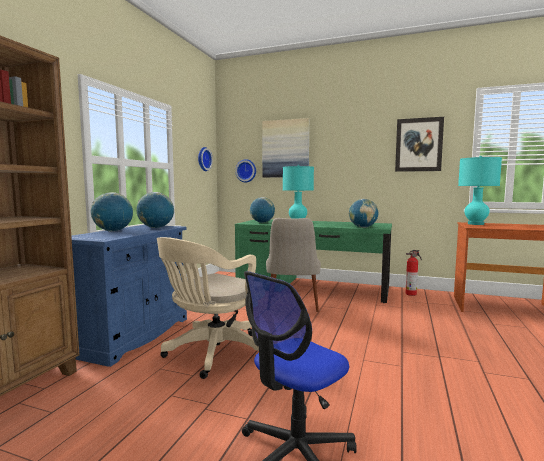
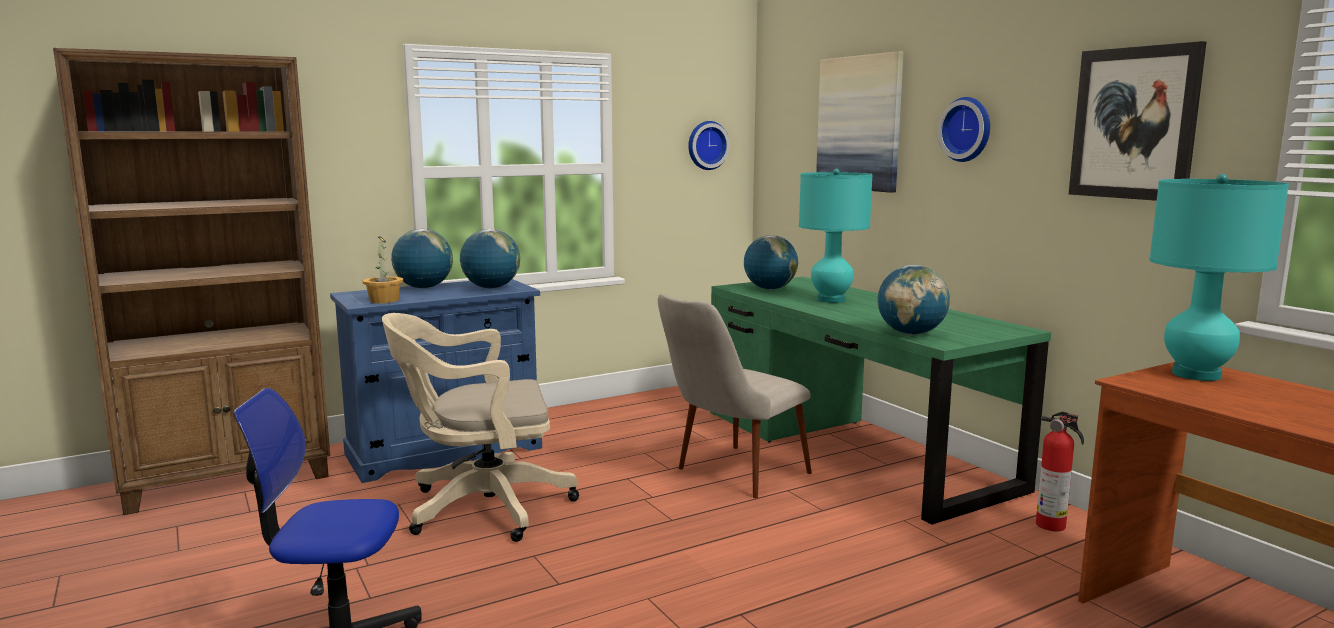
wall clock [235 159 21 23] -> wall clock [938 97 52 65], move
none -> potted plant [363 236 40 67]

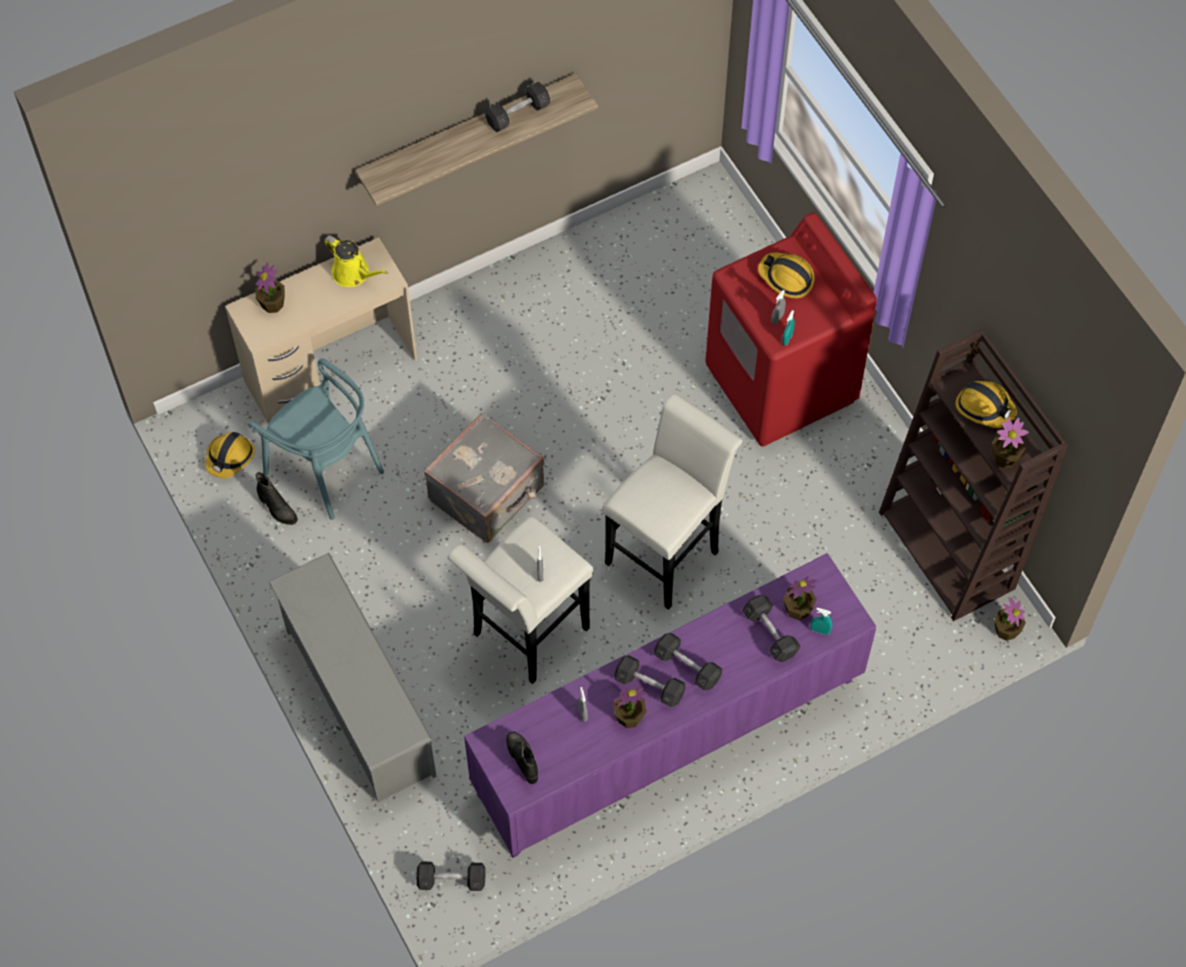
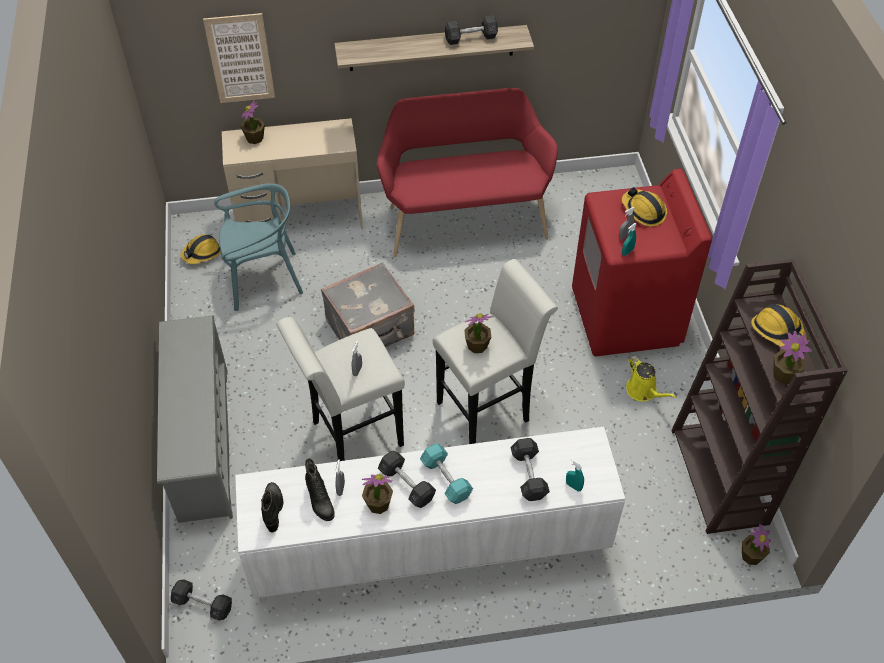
turquoise chair [248 358 136 162] -> turquoise chair [214 184 89 127], 75 degrees counterclockwise
black boot [255 472 43 53] -> black boot [305 458 30 63], move
yellow watering can [324 236 64 51] -> yellow watering can [626 356 50 45], move
purple cabinet [464 553 412 305] -> white cabinet [235 427 391 176]
grey dumbbell [654 633 68 57] -> turquoise dumbbell [420 443 53 61]
potted plant [783 576 35 44] -> potted plant [464 313 29 40], move
none -> picture [203 13 72 90]
none -> red bench [377 88 181 169]

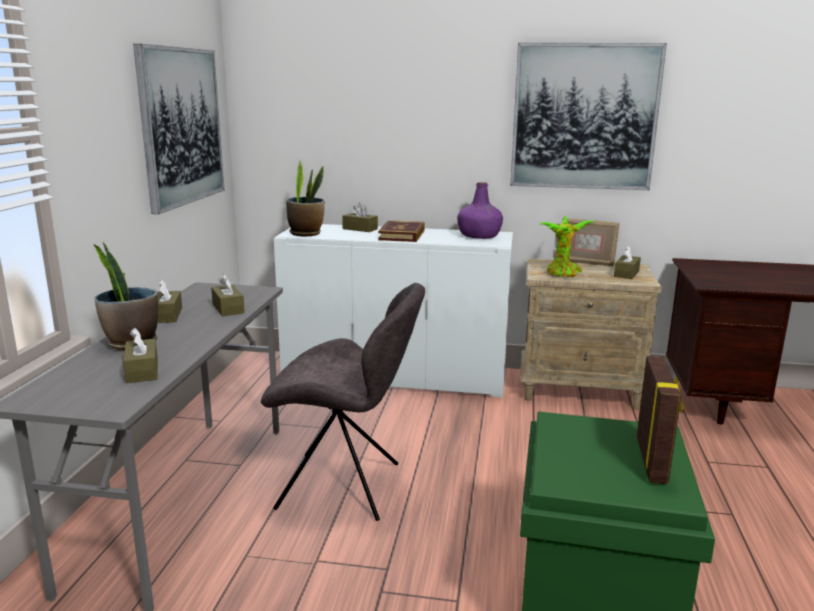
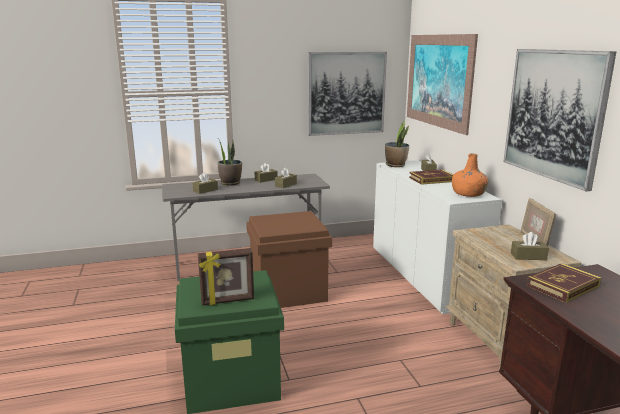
grey chair [261 283 164 238] -> brown storage box [246 211 86 97]
purple bottle [457 182 46 57] -> orange bottle [452 153 36 44]
potted plant [540 216 54 62] -> none
none -> picture [407 34 71 101]
none -> book [527 263 74 40]

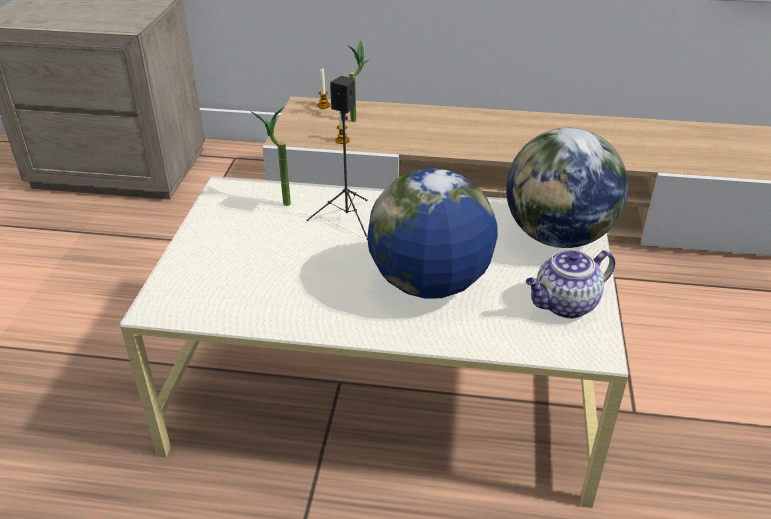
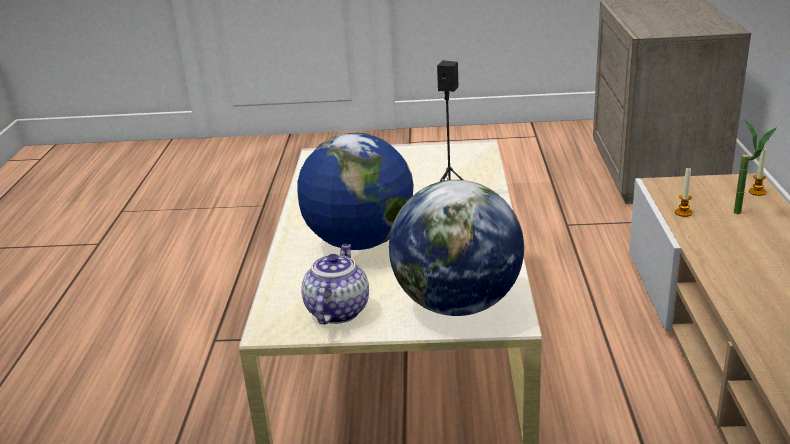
potted plant [252 107 39 99] -> none
teapot [526 249 89 70] -> teapot [301 244 68 81], 45 degrees clockwise

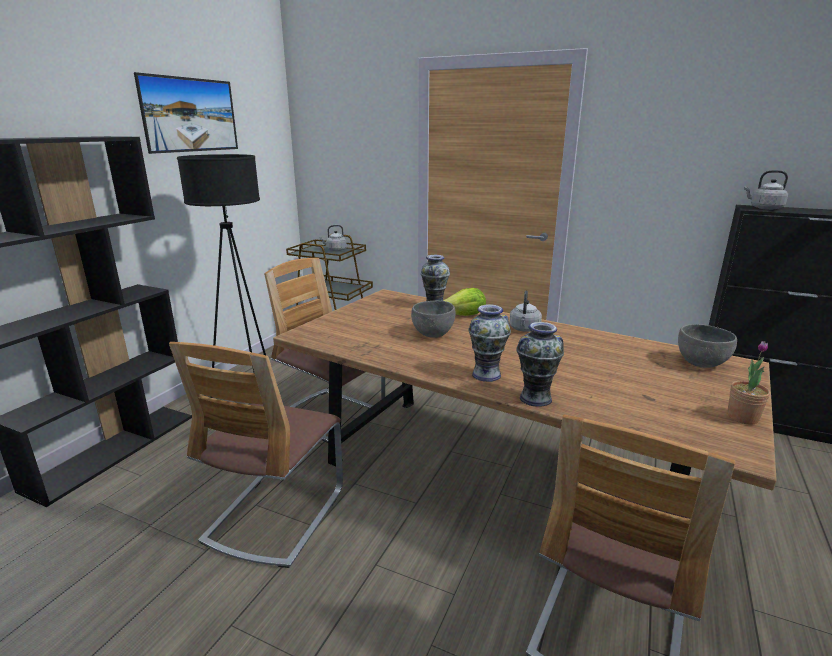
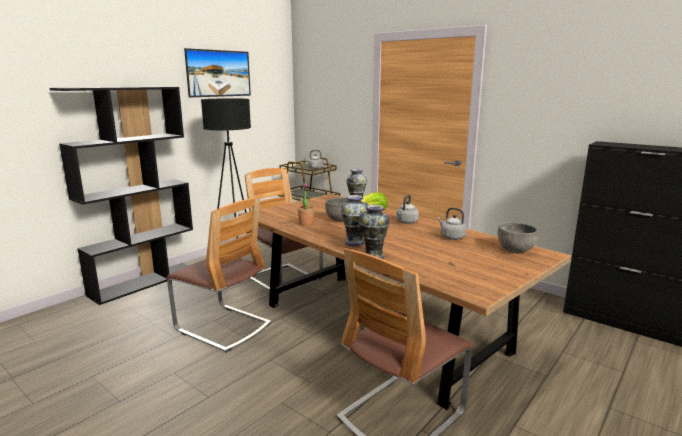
chair [169 342 174 226] -> chair [166 197 105 155], 90 degrees counterclockwise
potted plant [727 341 43 84] -> potted plant [298 183 16 43], move
grey kettle [744 170 44 40] -> grey kettle [438 207 29 33], move

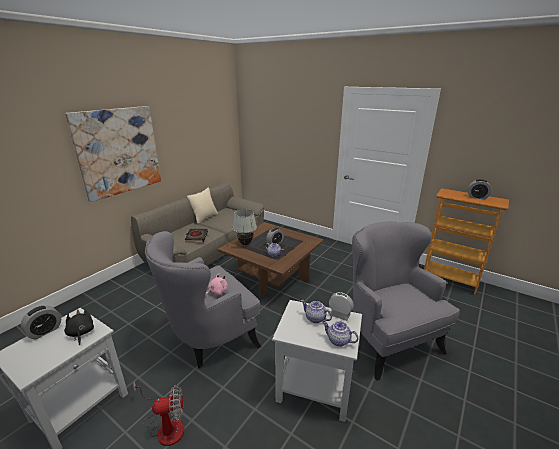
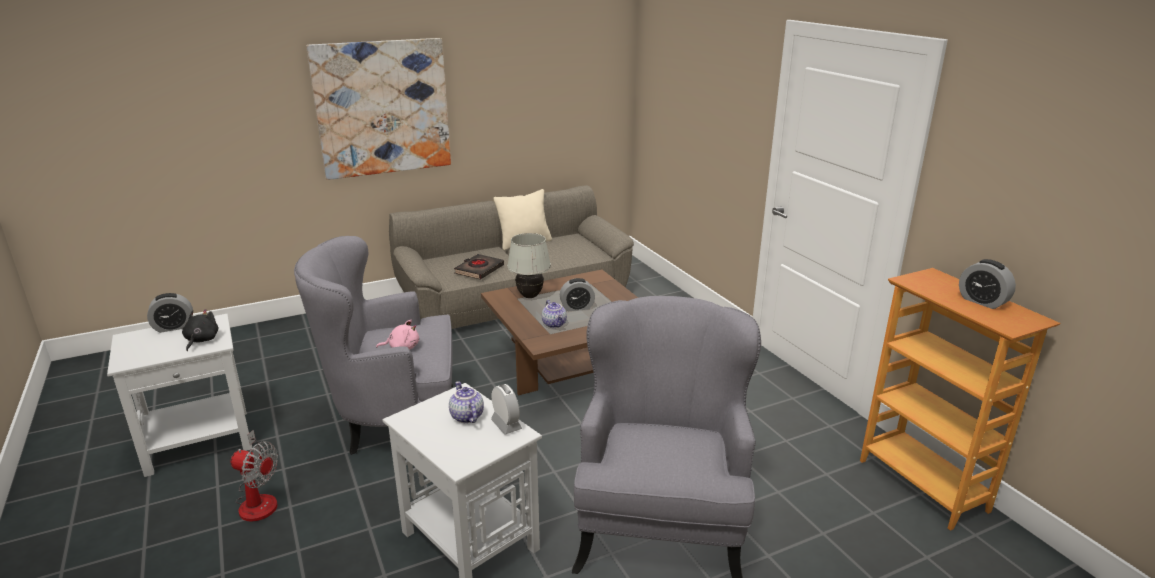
teapot [322 321 37 26] -> none

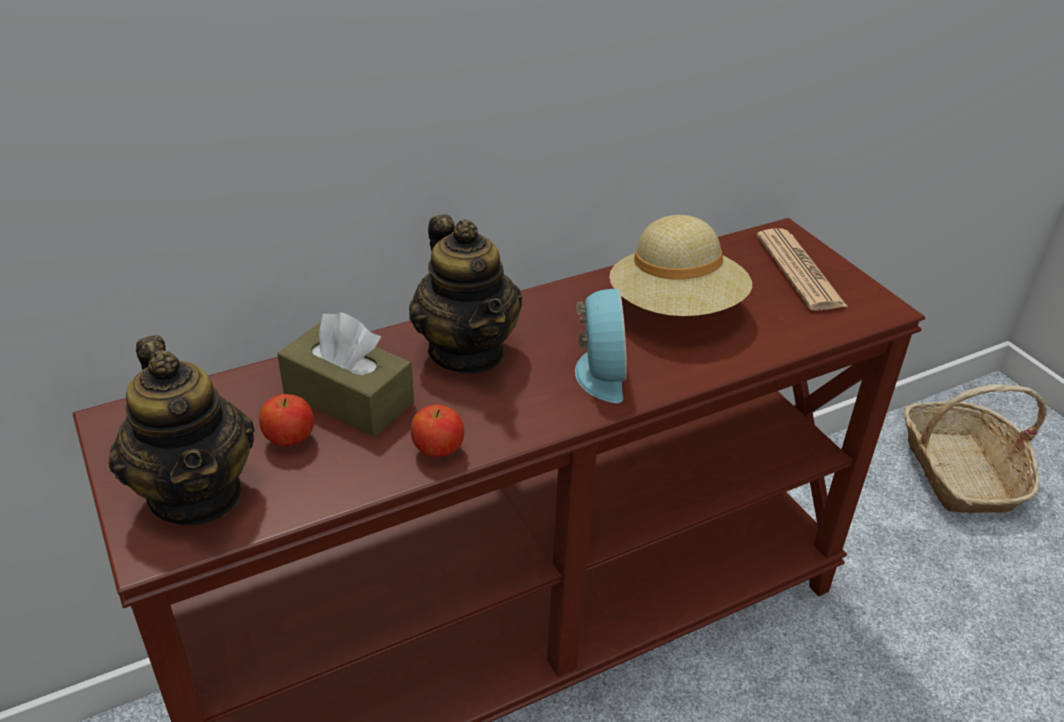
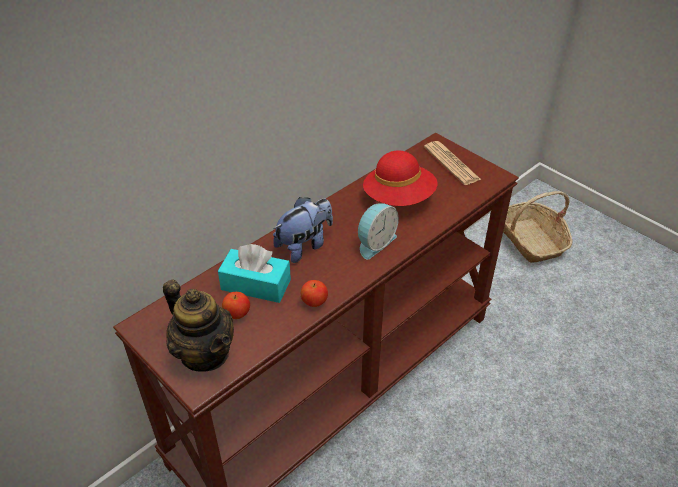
brown tissue box [277 312 137 125] -> turquoise tissue box [218 244 73 59]
teapot [409 215 113 159] -> plush toy [273 197 60 66]
alarm clock [575 288 52 115] -> alarm clock [358 203 41 56], 60 degrees clockwise
beige hat [609 215 143 101] -> red hat [363 151 74 55]

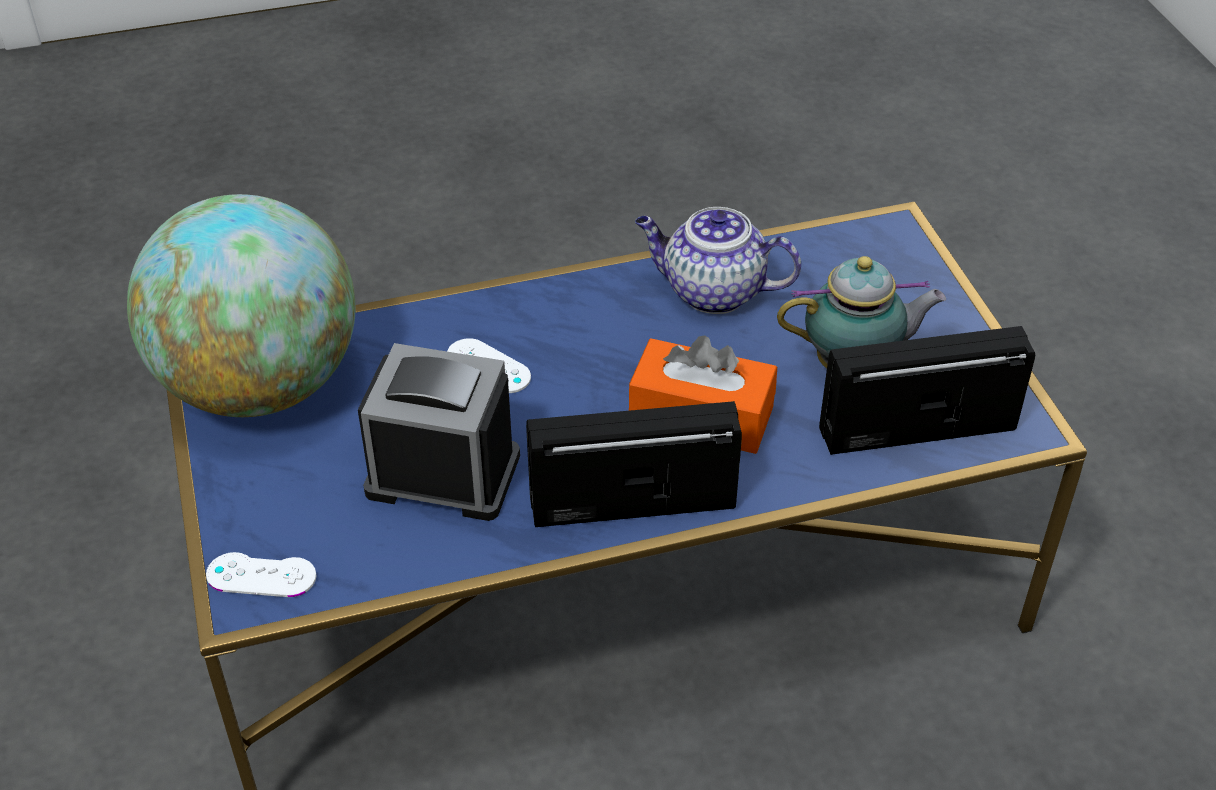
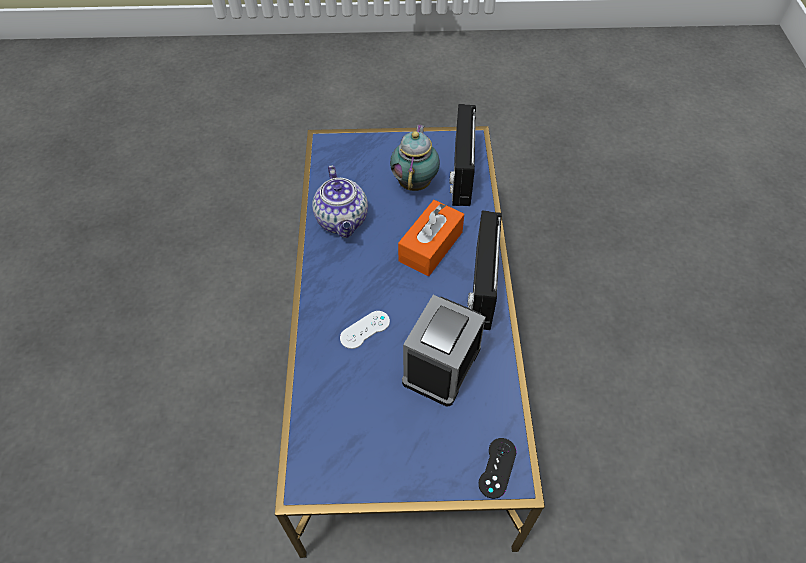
globe [127 194 229 223] -> none
white game controller [206 552 110 45] -> black game controller [479 438 38 61]
teapot [635 207 166 107] -> teapot [312 165 56 73], 45 degrees counterclockwise

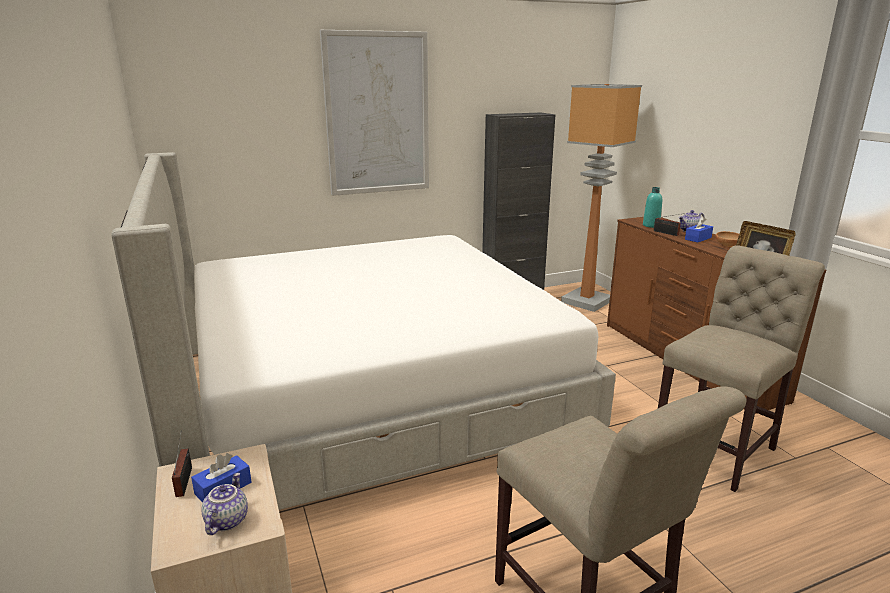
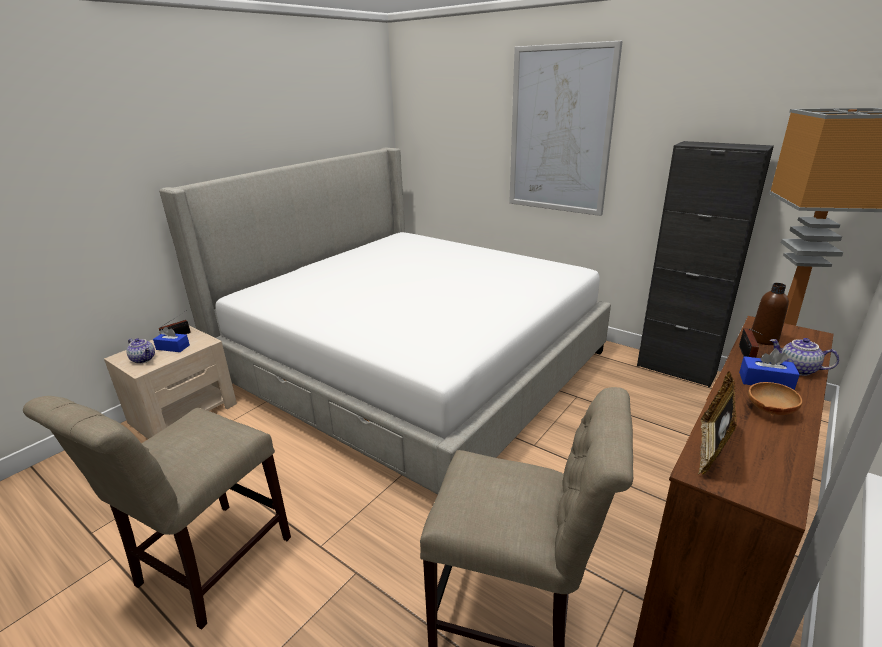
teapot [201 473 47 62] -> teapot [127 338 28 26], 60 degrees clockwise
turquoise bottle [643 187 19 41] -> brown bottle [752 283 37 62]

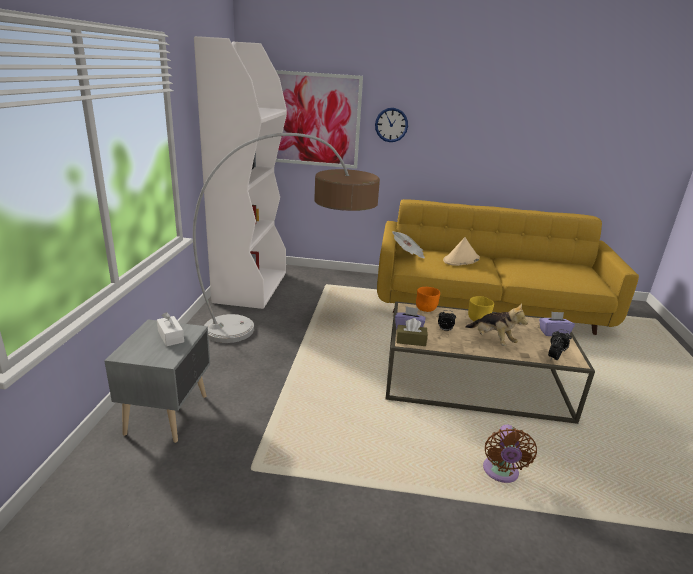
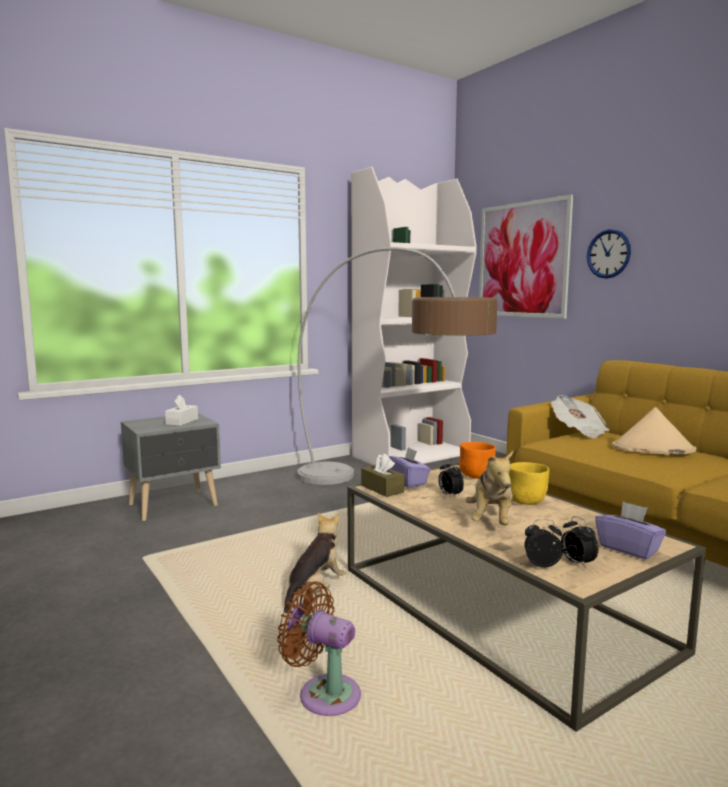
brown fan [483 425 54 58] -> brown fan [277 582 84 134], 60 degrees clockwise
none -> plush toy [284 513 62 101]

